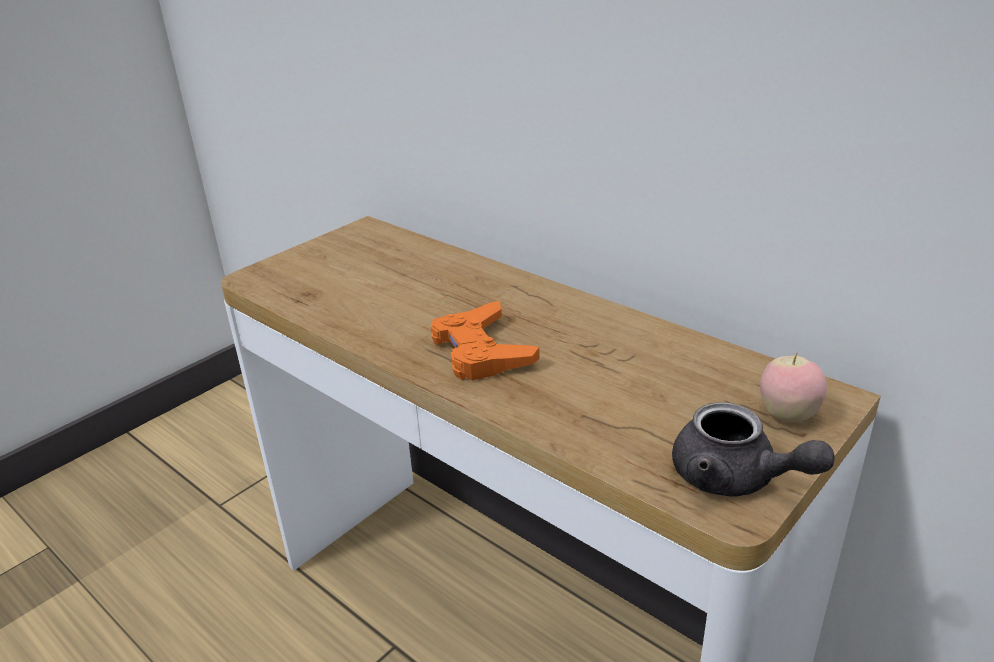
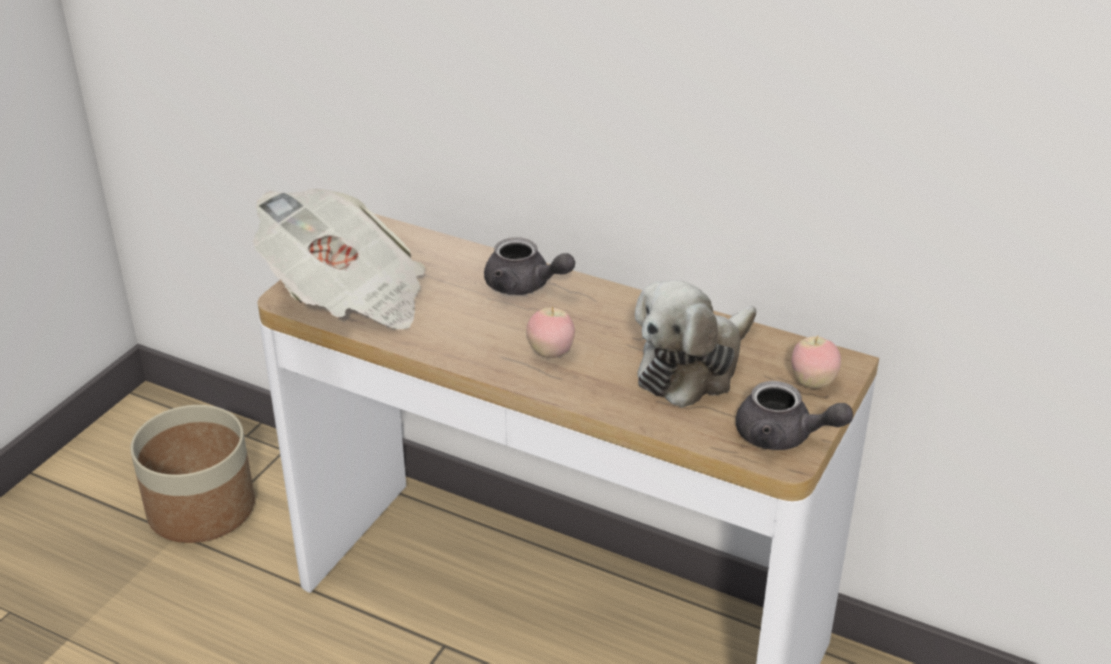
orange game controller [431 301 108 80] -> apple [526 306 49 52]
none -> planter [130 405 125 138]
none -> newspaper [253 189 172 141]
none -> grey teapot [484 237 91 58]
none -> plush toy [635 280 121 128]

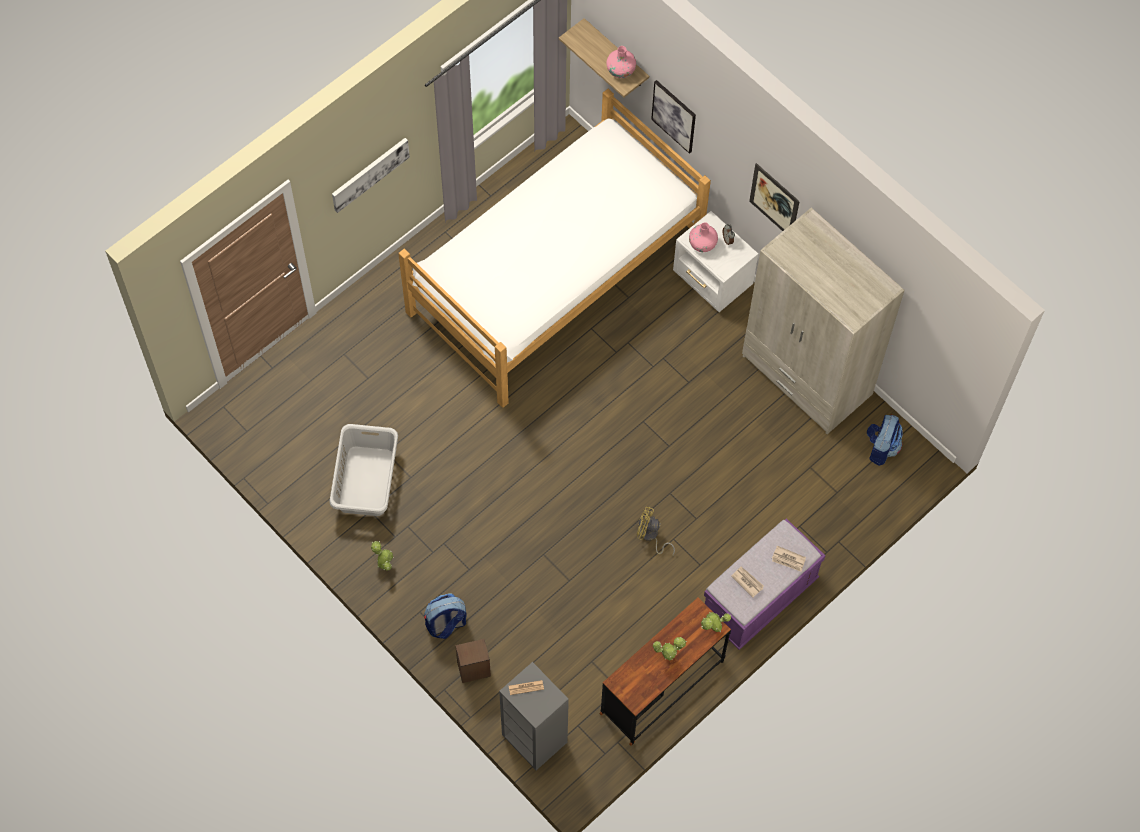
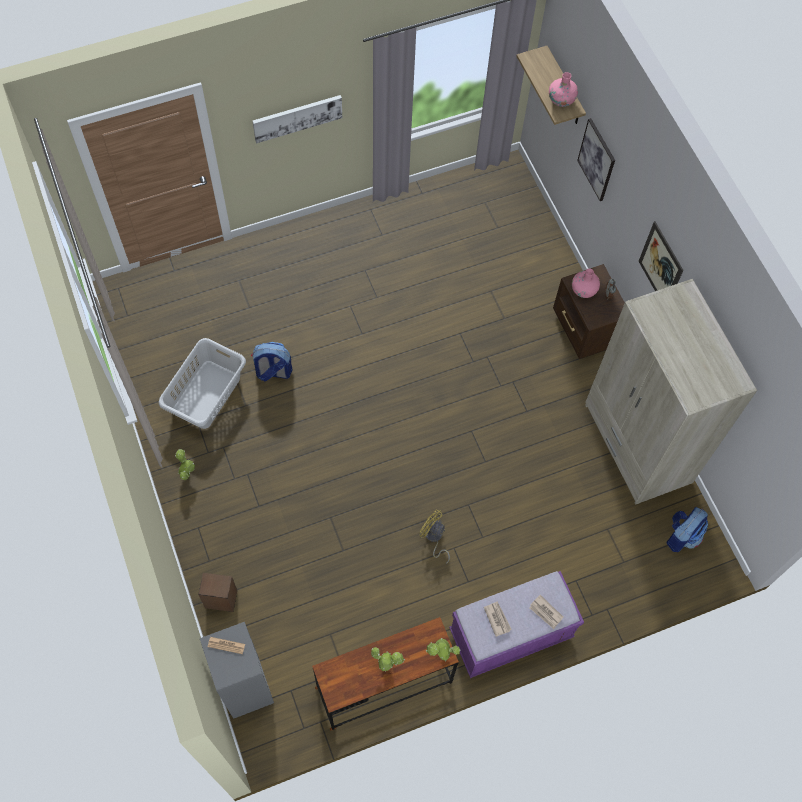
bed [398 89 313 319] -> none
backpack [424 594 43 45] -> backpack [251 342 42 40], move
white nightstand [673 211 85 101] -> brown nightstand [553 264 72 95]

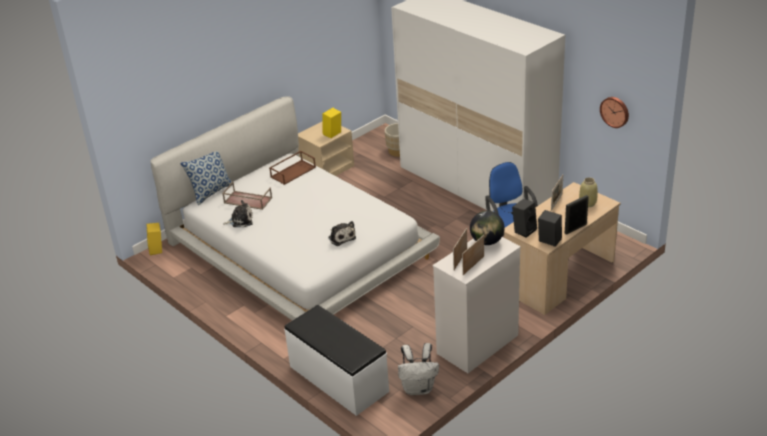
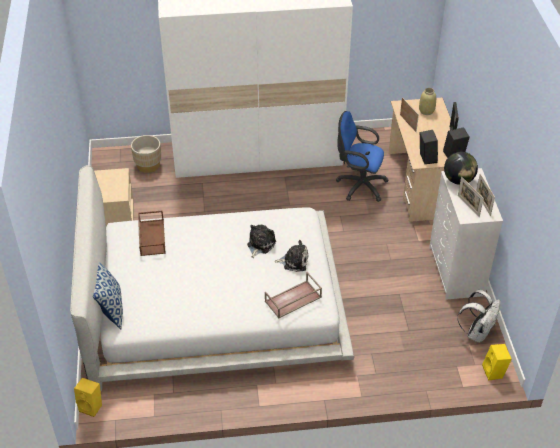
brown tray [222 182 50 28] -> brown tray [265 272 57 47], move
plush toy [223 200 30 27] -> plush toy [247 225 29 33], move
white bench [284 305 105 111] -> none
yellow speaker [322 108 19 30] -> yellow speaker [482 344 30 37], move
wall clock [600 97 29 31] -> none

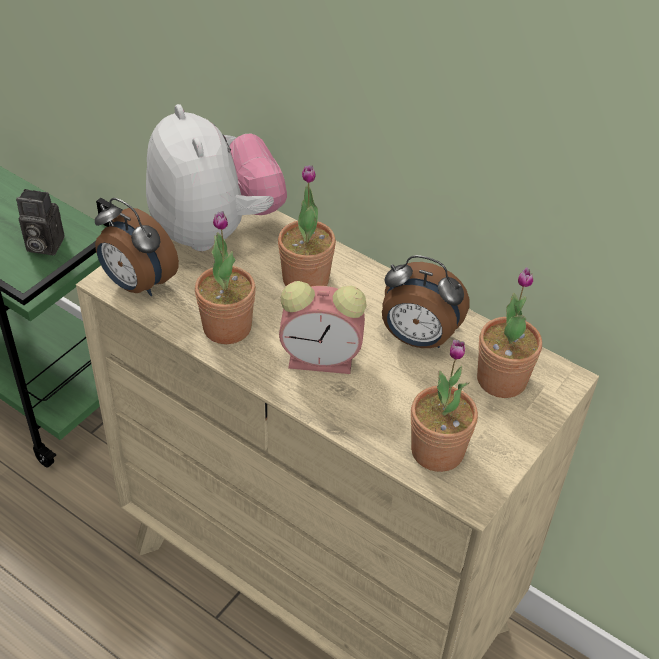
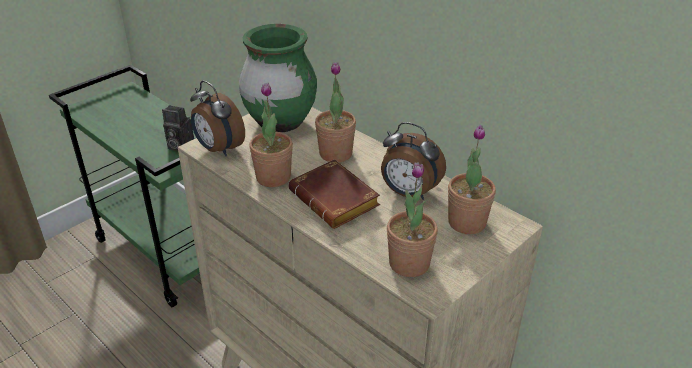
plush toy [146 104 141 147] -> green vase [239 24 78 108]
alarm clock [279 281 88 93] -> brown book [288 159 92 70]

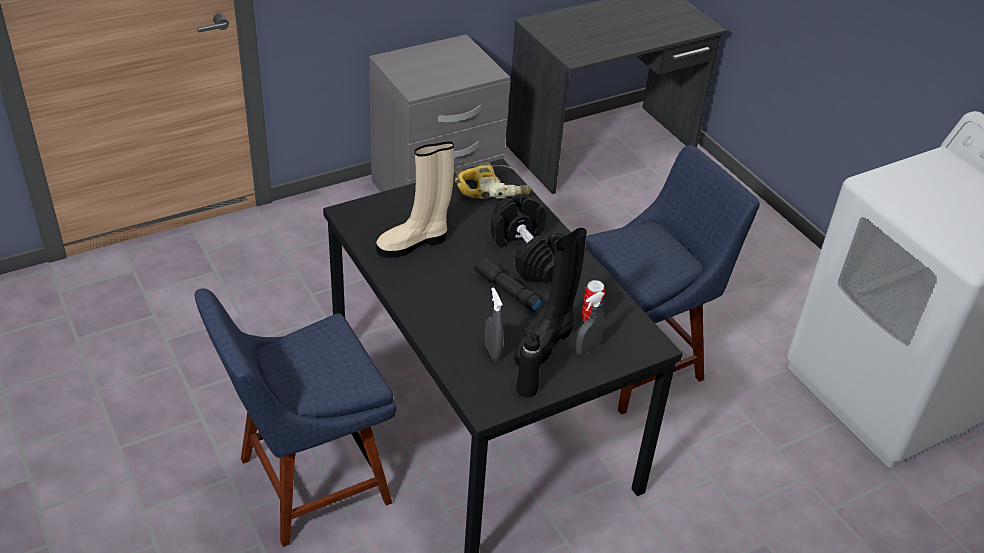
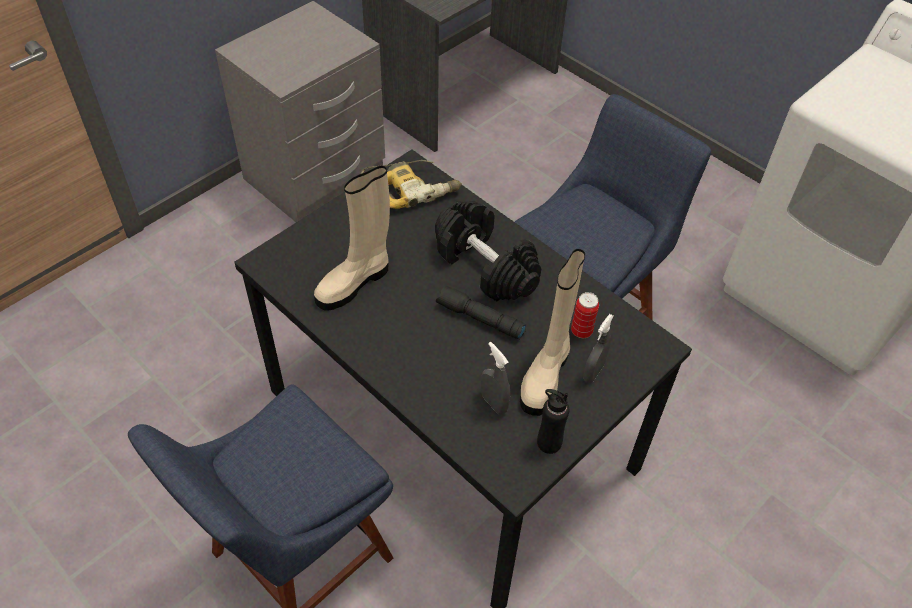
black boot [514 228 73 138] -> beige boot [520 249 65 167]

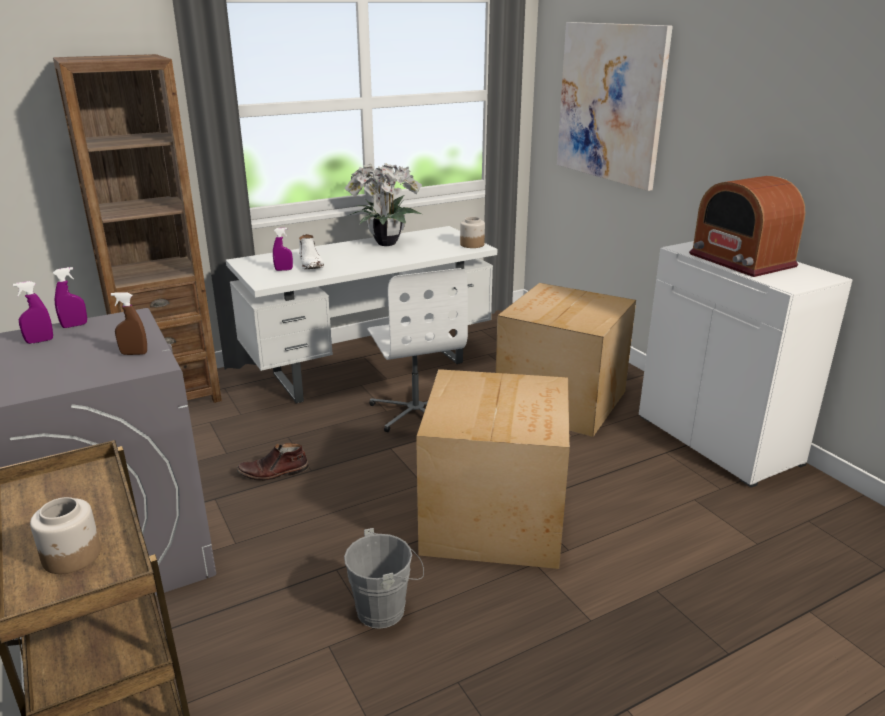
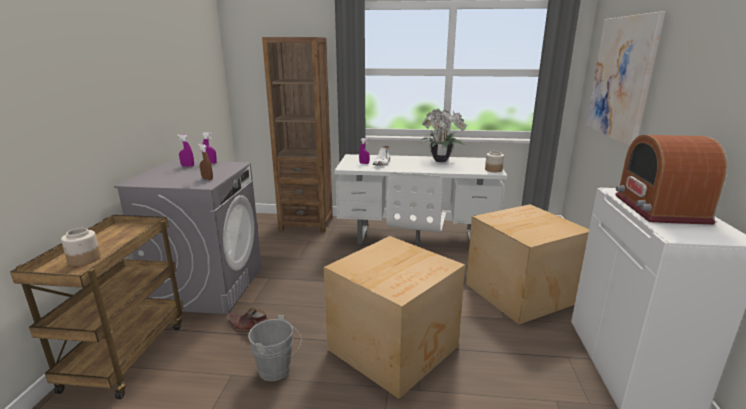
brown boot [237 443 72 38] -> brown boot [226 308 42 24], move

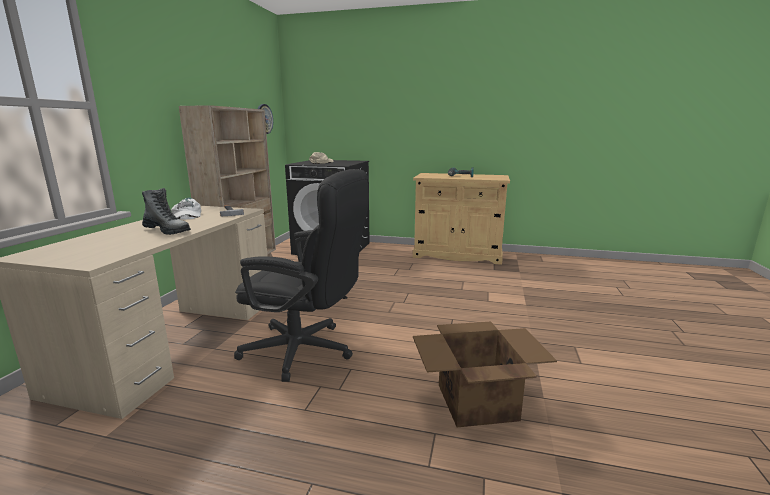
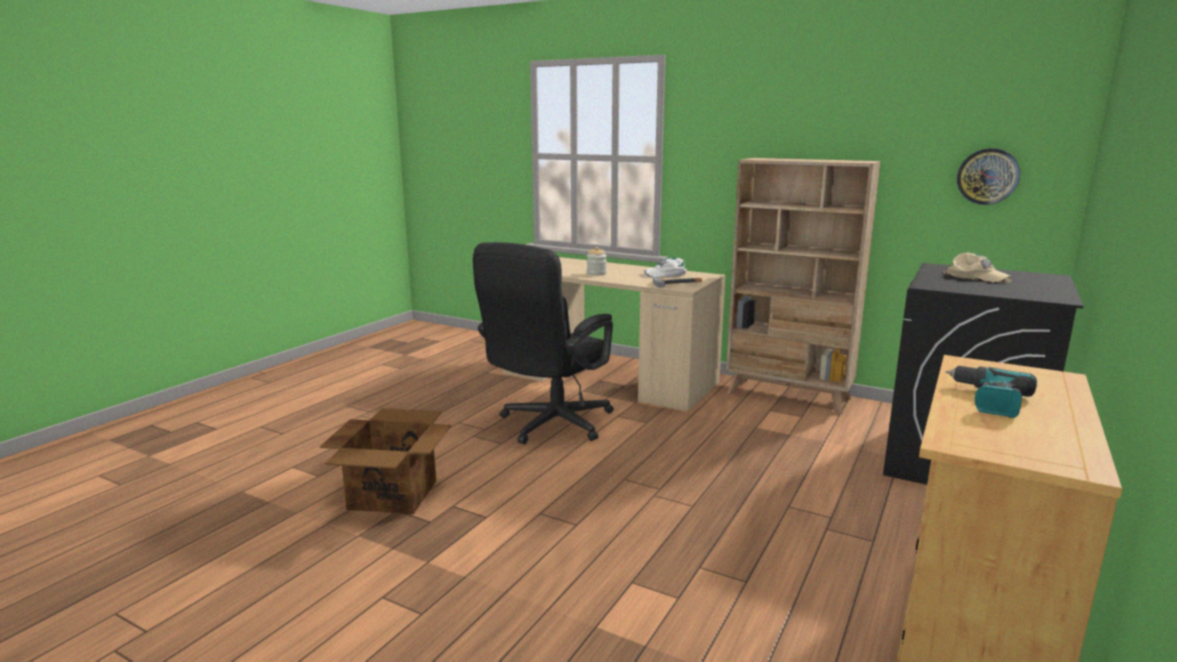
boot [142 188 49 47] -> jar [587 247 20 28]

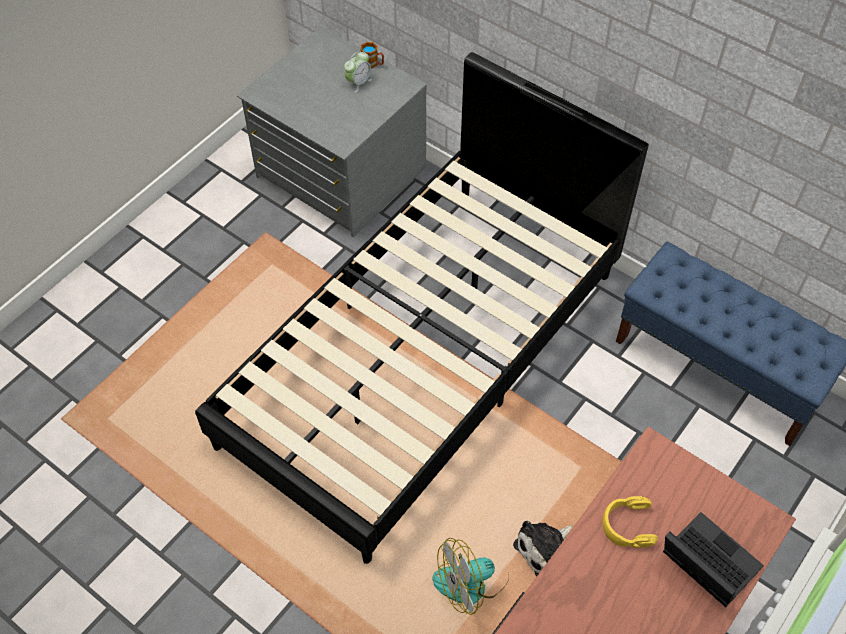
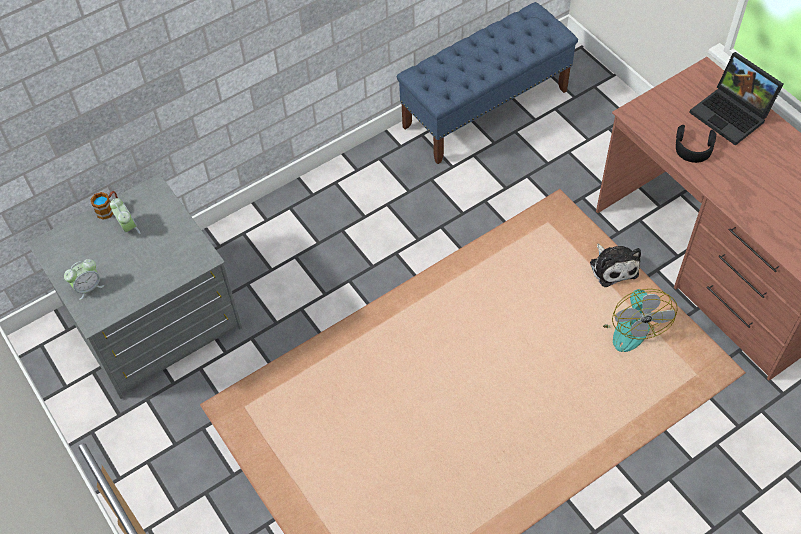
black bed [195 52 454 512] -> none
yellow headphones [602 496 56 52] -> black headphones [676 125 40 38]
laptop [663 512 101 95] -> laptop [689 52 94 94], 105 degrees counterclockwise
none -> alarm clock [64 259 41 41]

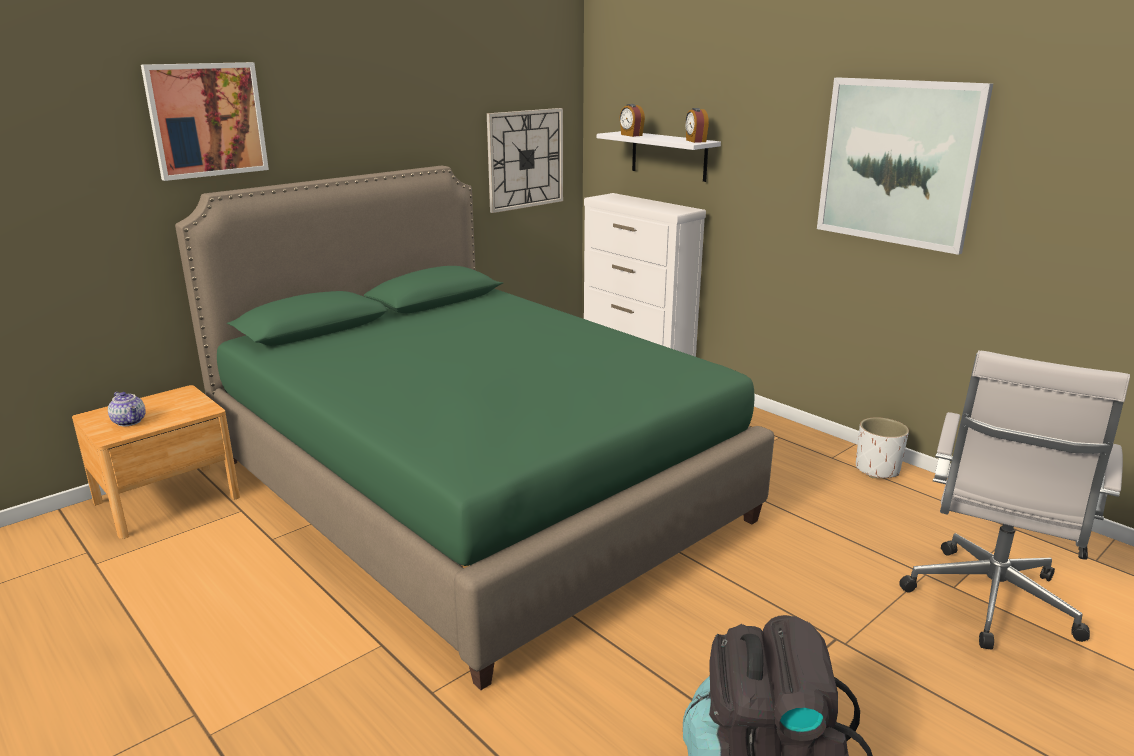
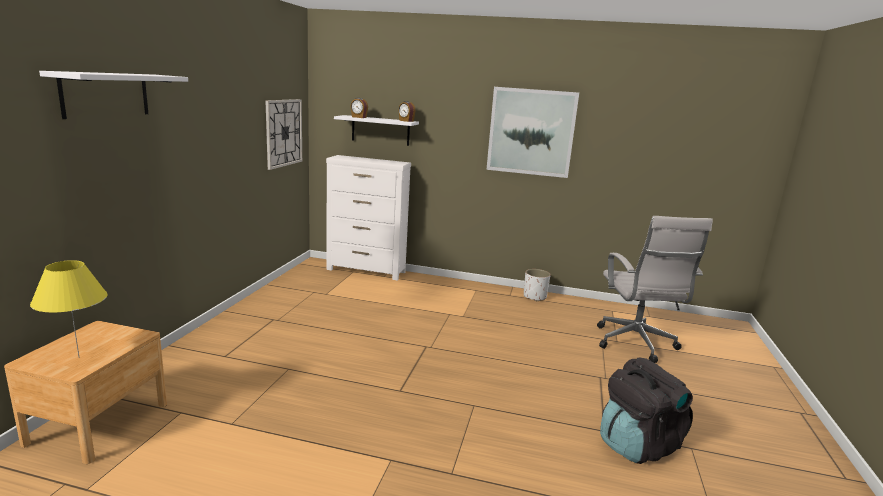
teapot [108 392 38 35] -> yellow table lamp [30 260 78 97]
picture [141 62 128 119] -> white shelf [39 71 149 48]
green bed [175 166 599 524] -> none

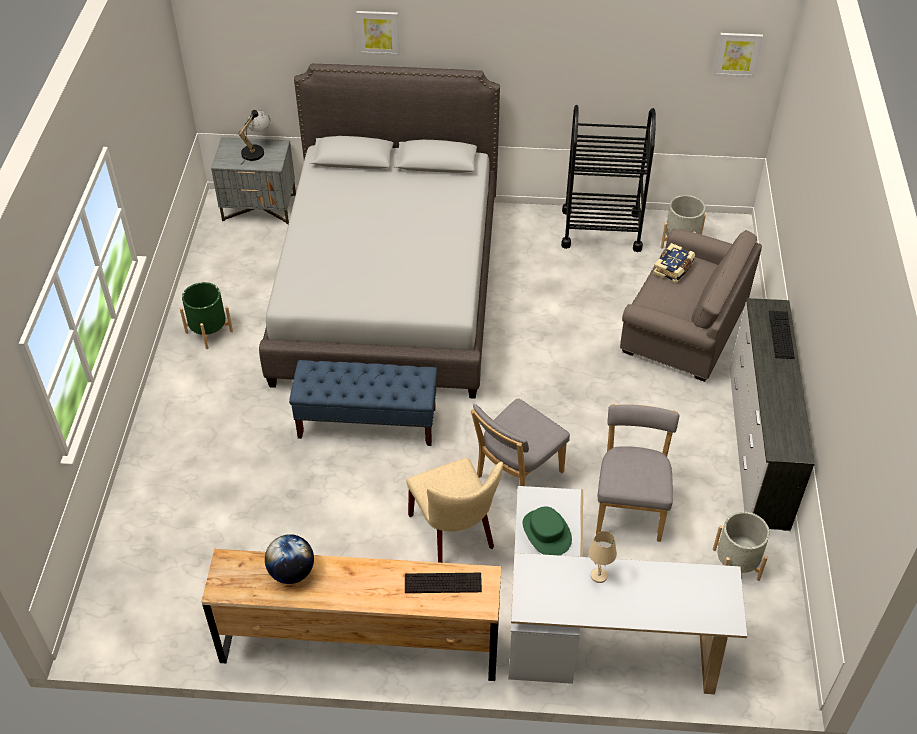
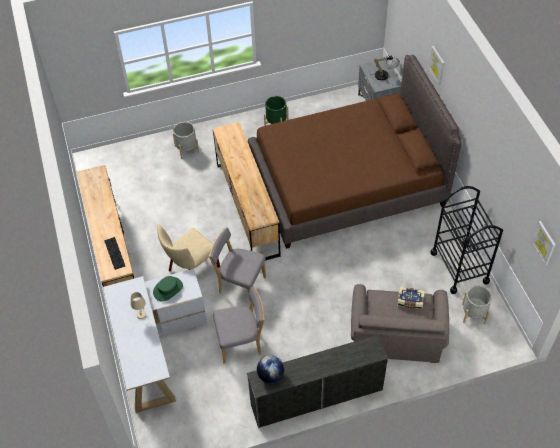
grey bed [259 64 241 335] -> brown bed [248 55 214 194]
globe [265 534 49 50] -> globe [257 355 27 28], move
blue bench [289 360 148 86] -> brown dresser [213 122 68 138]
grey planter [713 511 57 70] -> grey planter [173 122 26 37], move
keyboard [769 311 26 48] -> none

